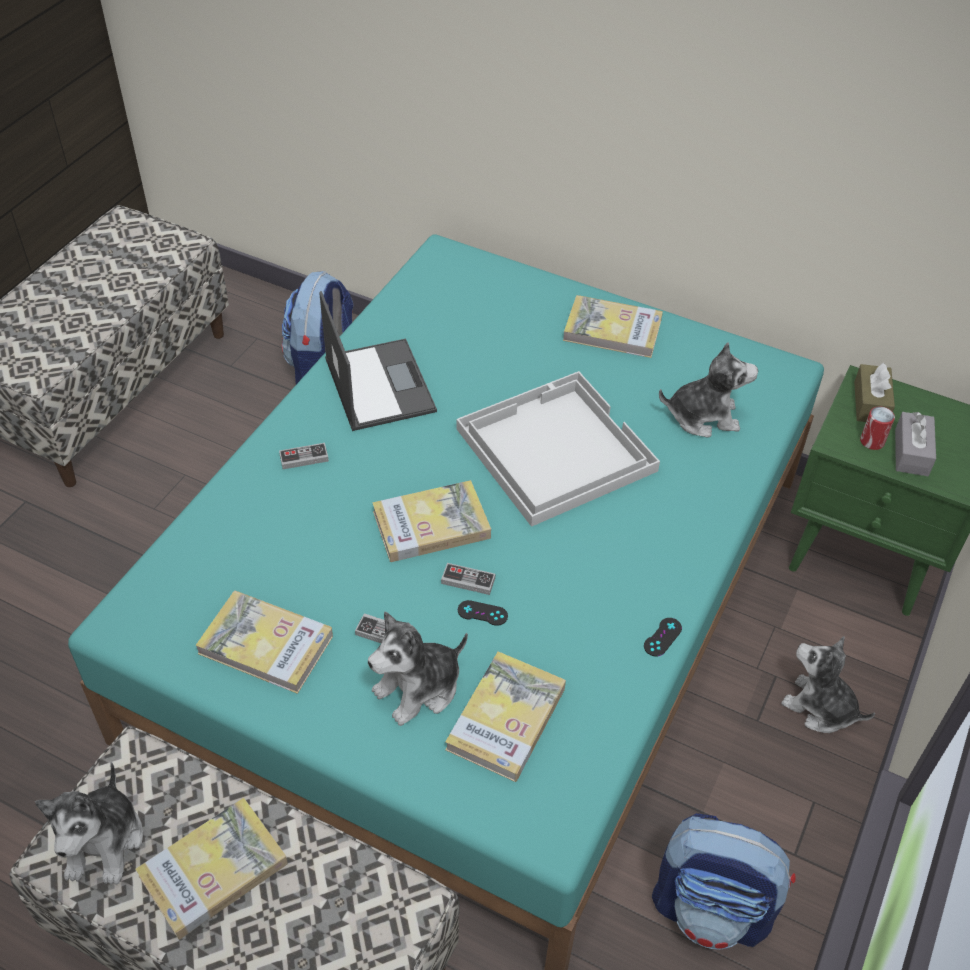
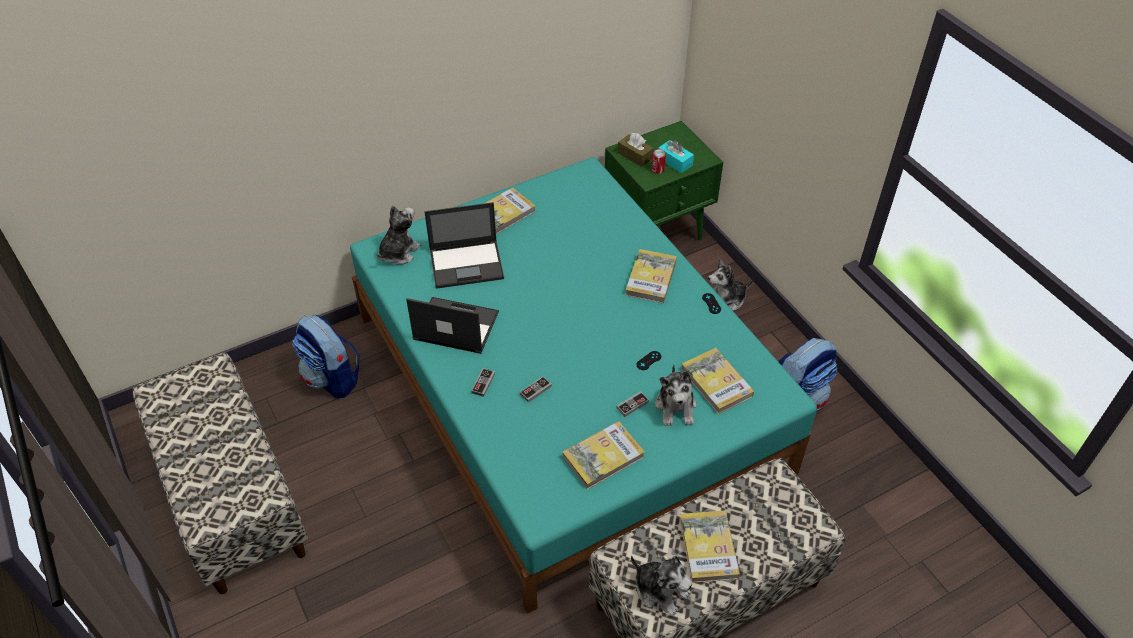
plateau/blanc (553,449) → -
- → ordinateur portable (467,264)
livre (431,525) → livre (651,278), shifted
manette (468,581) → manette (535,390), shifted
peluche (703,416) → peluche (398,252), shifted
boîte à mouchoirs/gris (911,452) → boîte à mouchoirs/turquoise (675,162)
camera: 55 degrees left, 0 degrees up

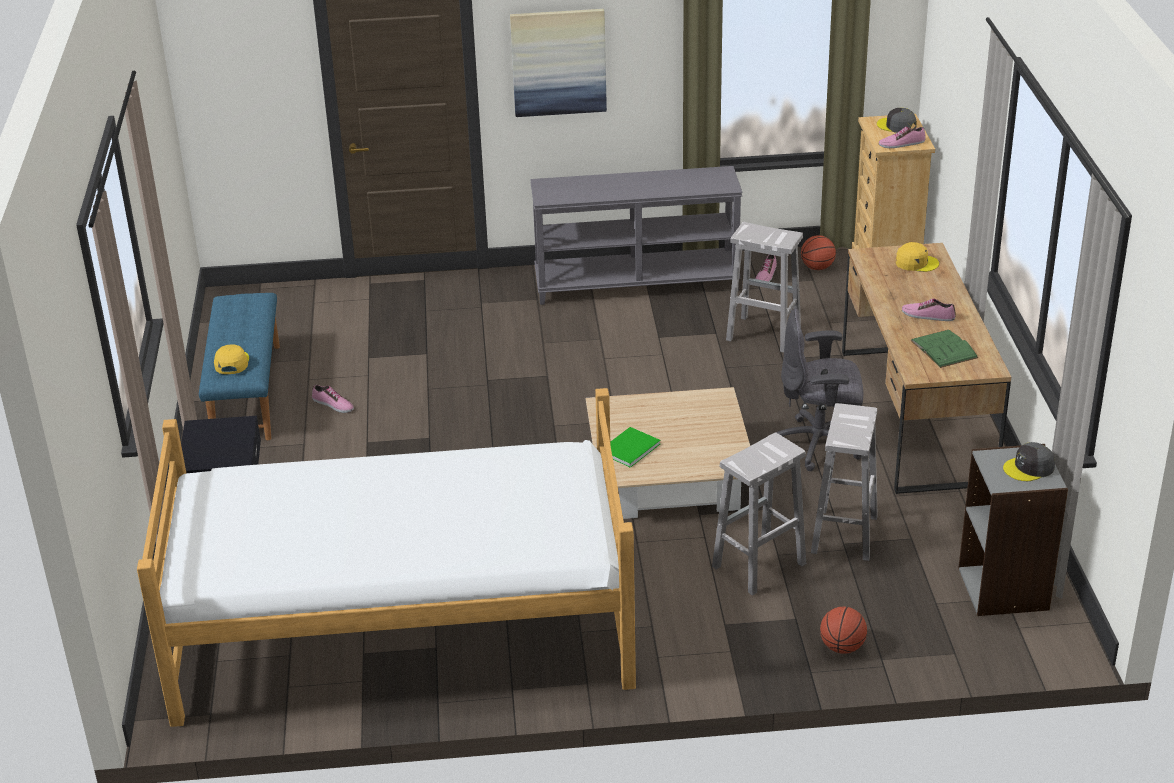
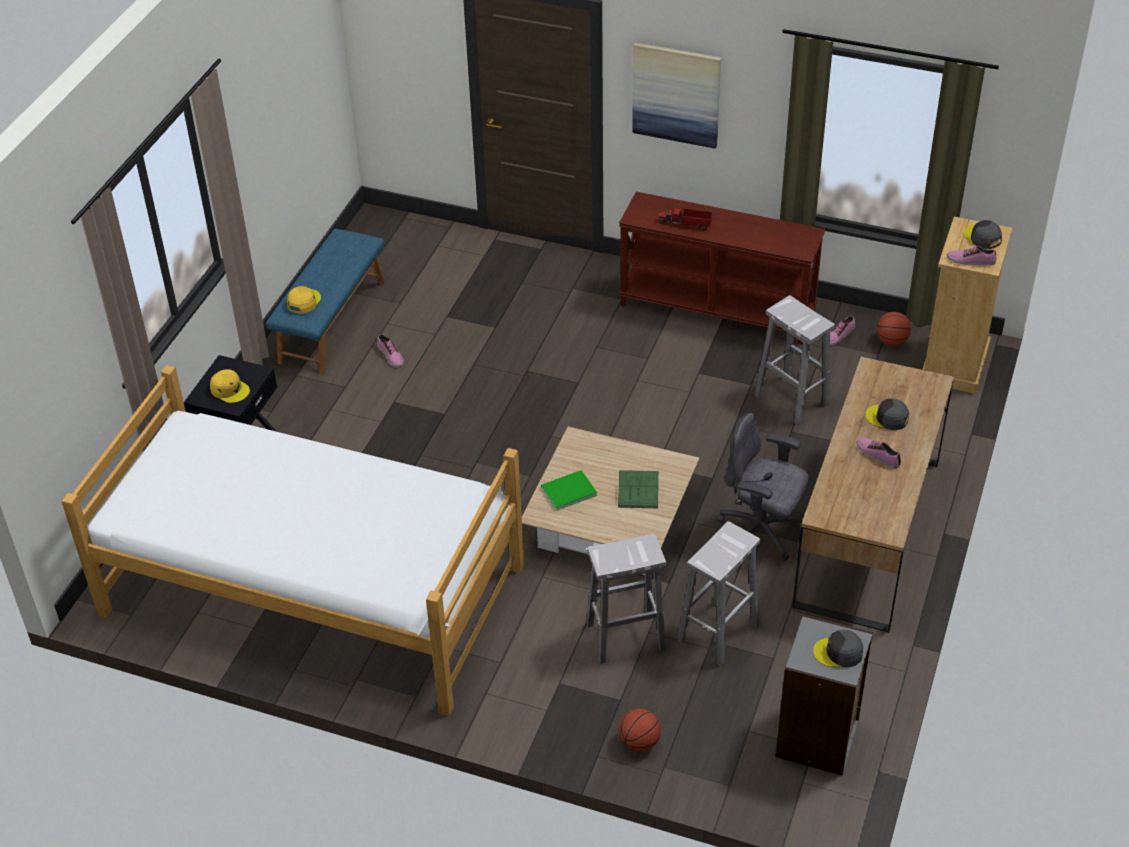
- → camion jouet (686,224)
- → casquette/gris (887,418)
casquette/jaune (916,263) → casquette/jaune (230,390), shifted
livre/vert (944,349) → livre/vert (638,489), shifted
table console/gris (637,283) → table console/marron (718,308)
camera: 25 degrees right, 10 degrees up

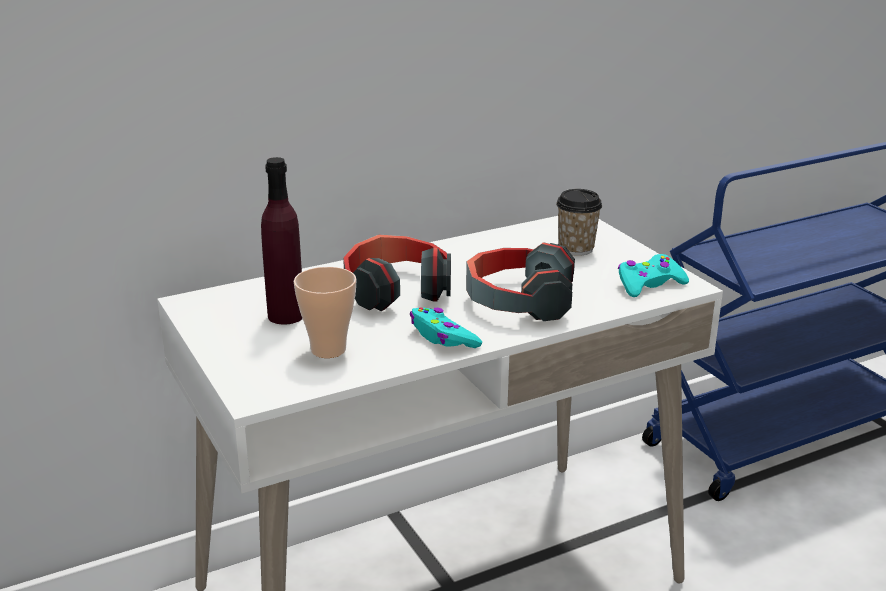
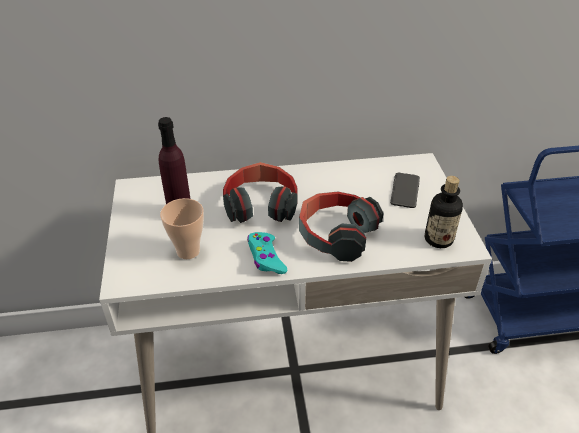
tasse (576,248) → téléphone (405,191)
manette/turquoise (649,284) → bouteille (438,239)
camera: 20 degrees right, 15 degrees up

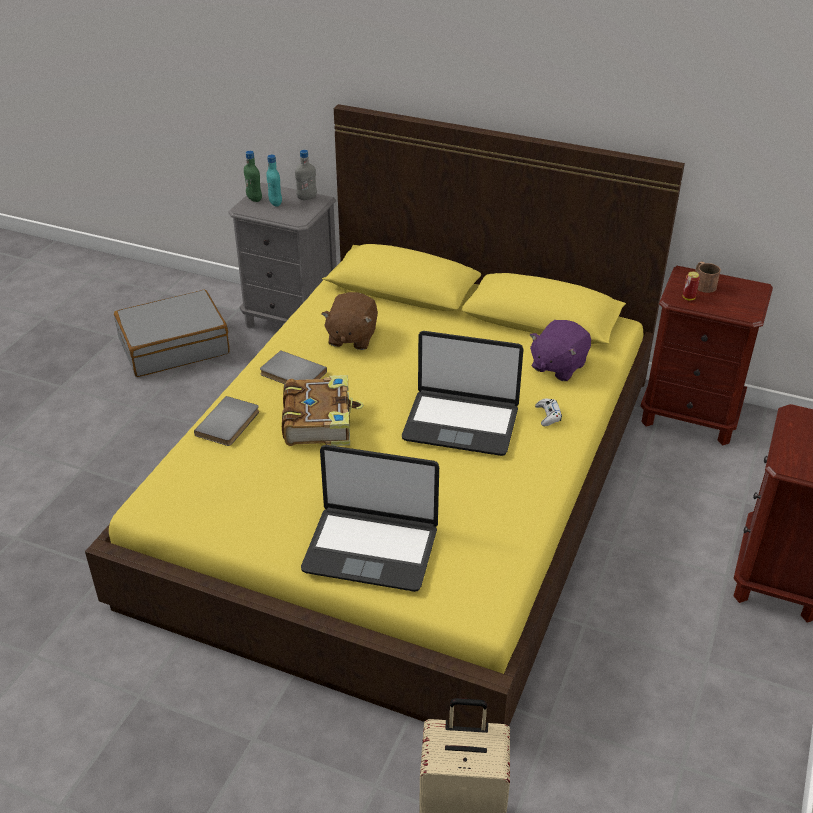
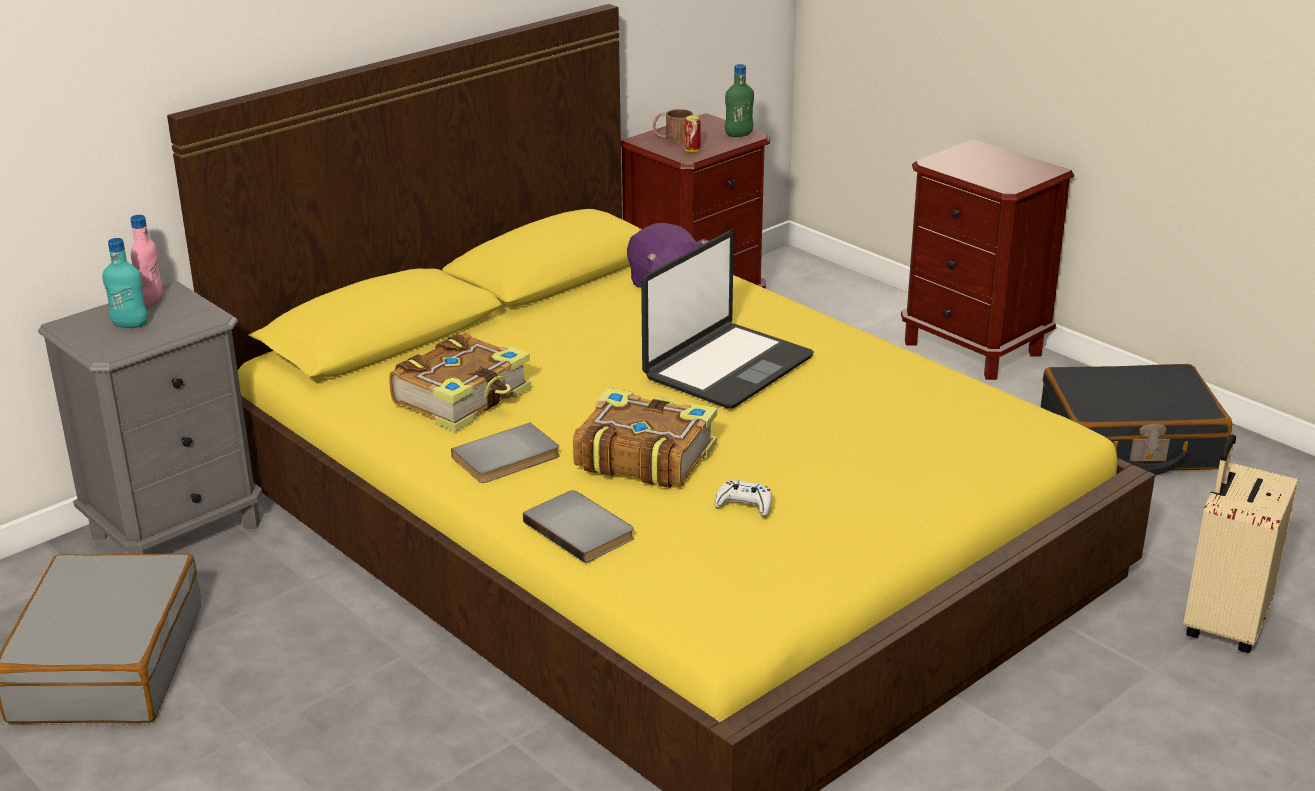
ordinateur portable (371,548) → -
- → valise/noir (1129,442)
bouteille/vert (254,199) → bouteille/vert (738,134), shifted
manette/blanc (548,415) → manette/blanc (744,504), shifted
peluche/marron (351,337) → livre (464,398)
bouteille/gris (307,198) → bouteille/rose (151,299)
camera: 65 degrees left, 10 degrees down

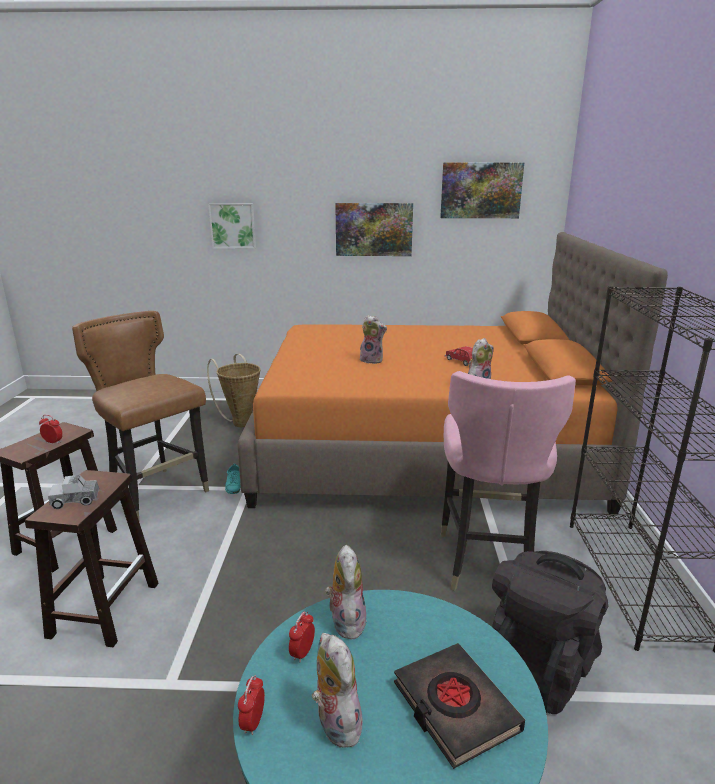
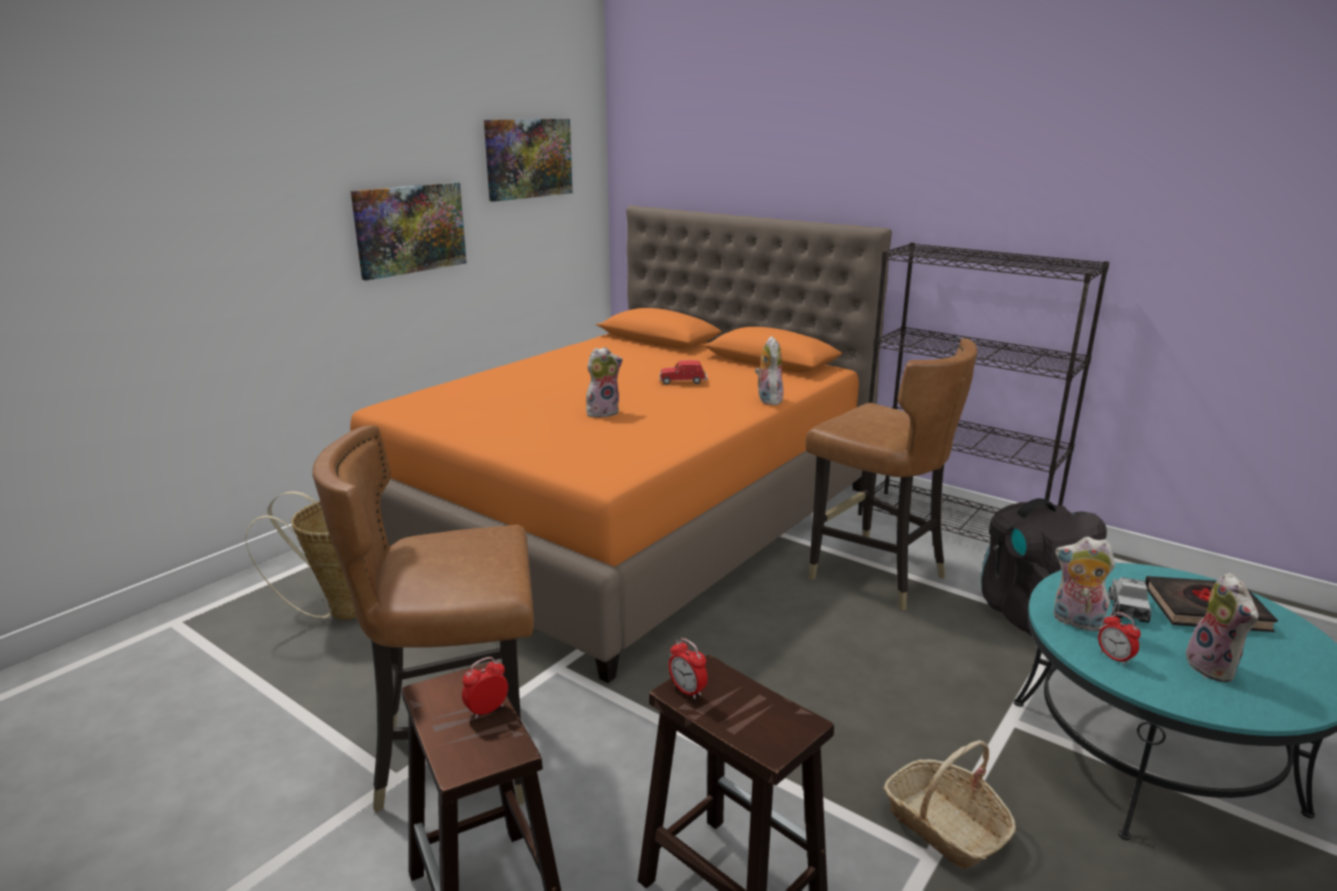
tableau (233,225) → -
chaussure/turquoise (234,485) → -
- → panier (945,826)
camion jouet (76,500) → camion jouet (1127,609), shifted
réveil (253,722) → réveil (687,690), shifted
chaise/rose (487,562) → chaise/marron (876,574)
peluche (335,723) → peluche (1214,668), 105 degrees counterclockwise
camera: 55 degrees left, 0 degrees up

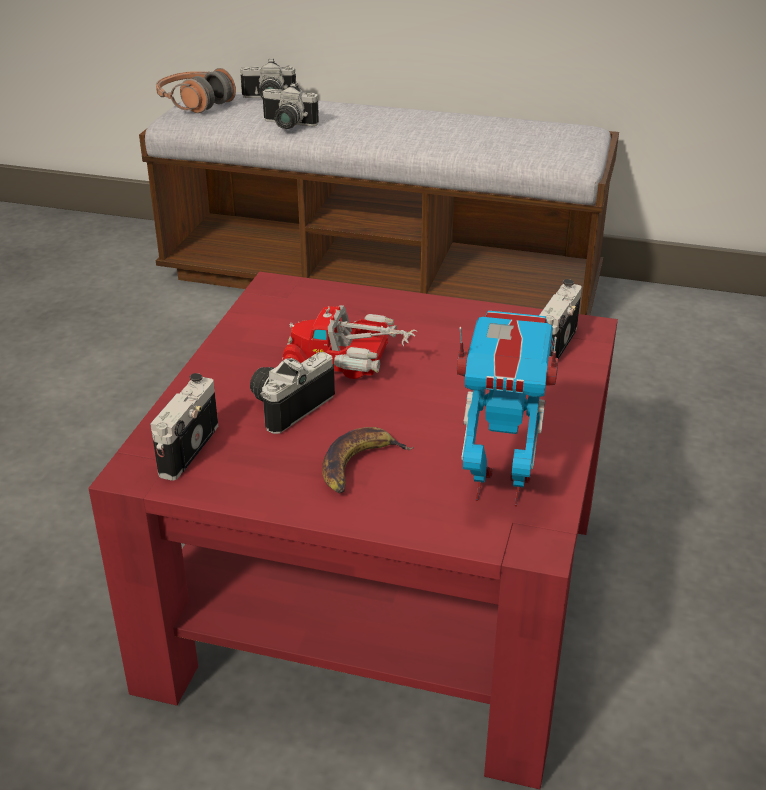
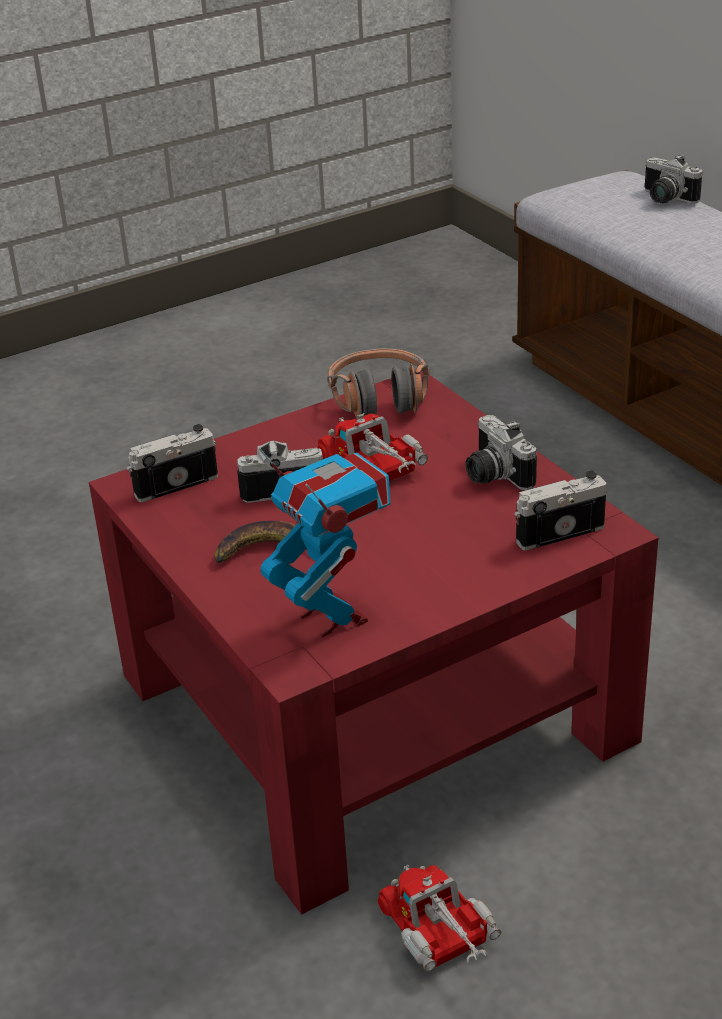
- → camion jouet (442,937)
casque audio (196,103) → casque audio (380,398), shifted
appareil photo (287,125) → appareil photo (493,475), shifted
camera: 45 degrees right, 0 degrees up

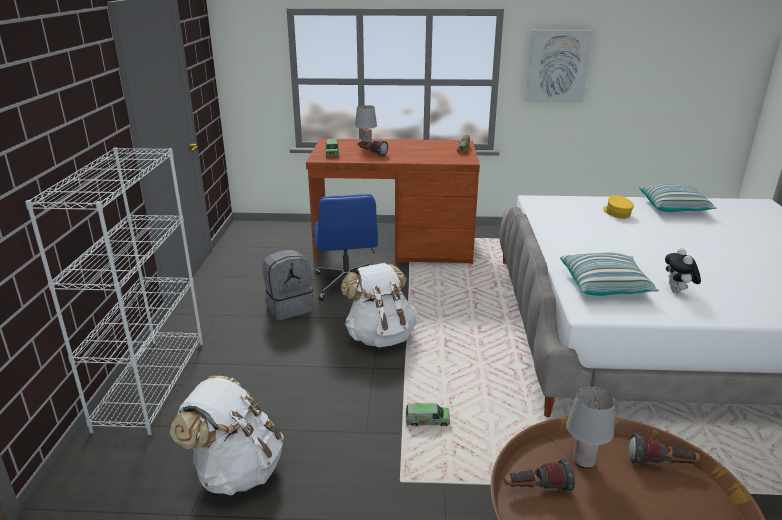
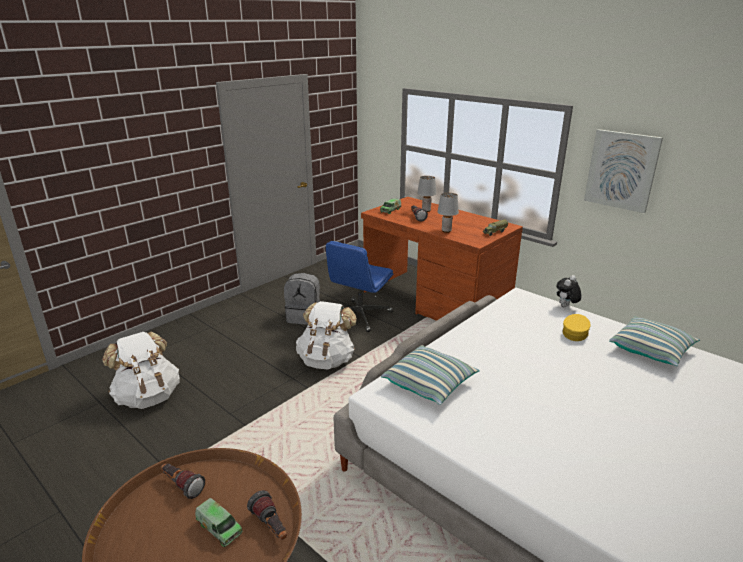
bibliothèque/blanc (152,383) → -
camion jouet (427,421) → camion jouet (219,528), shifted
lampe de table/gris (583,461) → lampe de table/gris (446,231), shifted
peluche (678,292) → peluche (565,307), shifted
camera: 40 degrees right, 0 degrees up

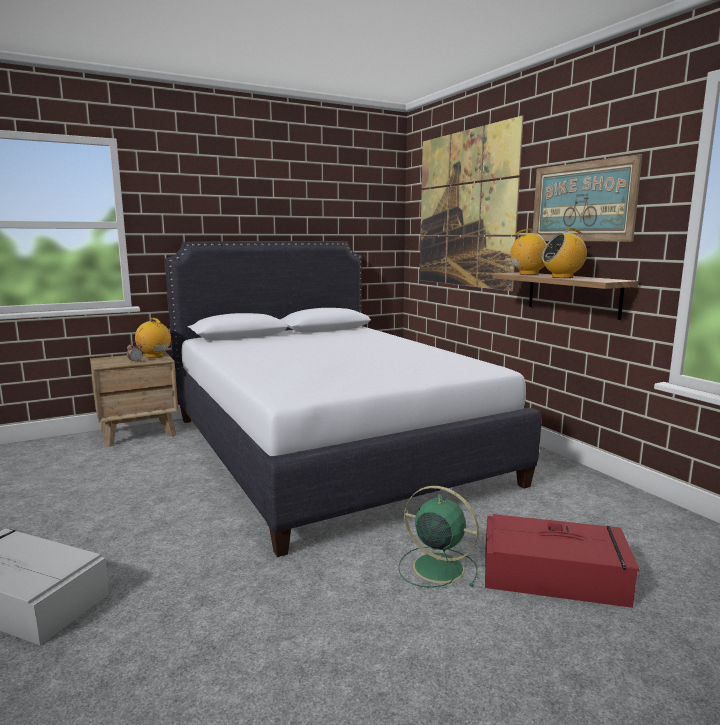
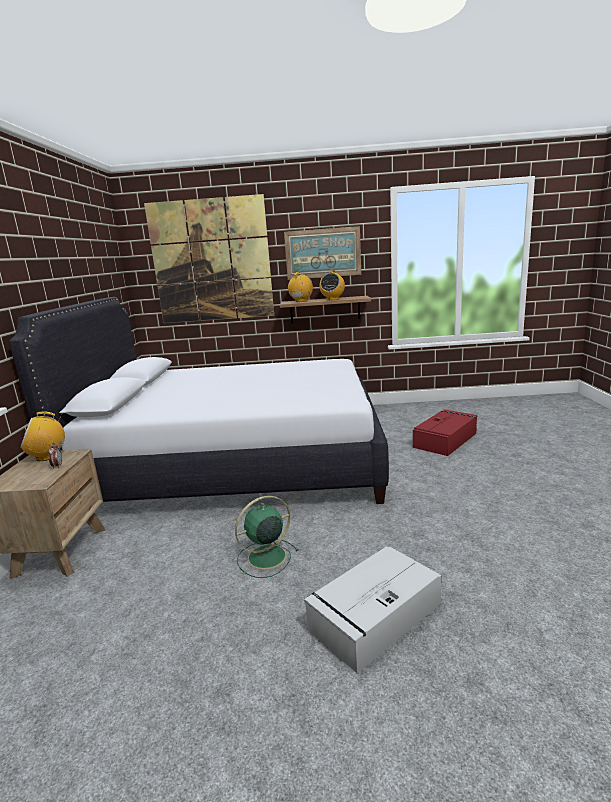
ventilateur/vert (436,567) → ventilateur/vert (265,557), shifted
camera: 60 degrees left, 5 degrees up

